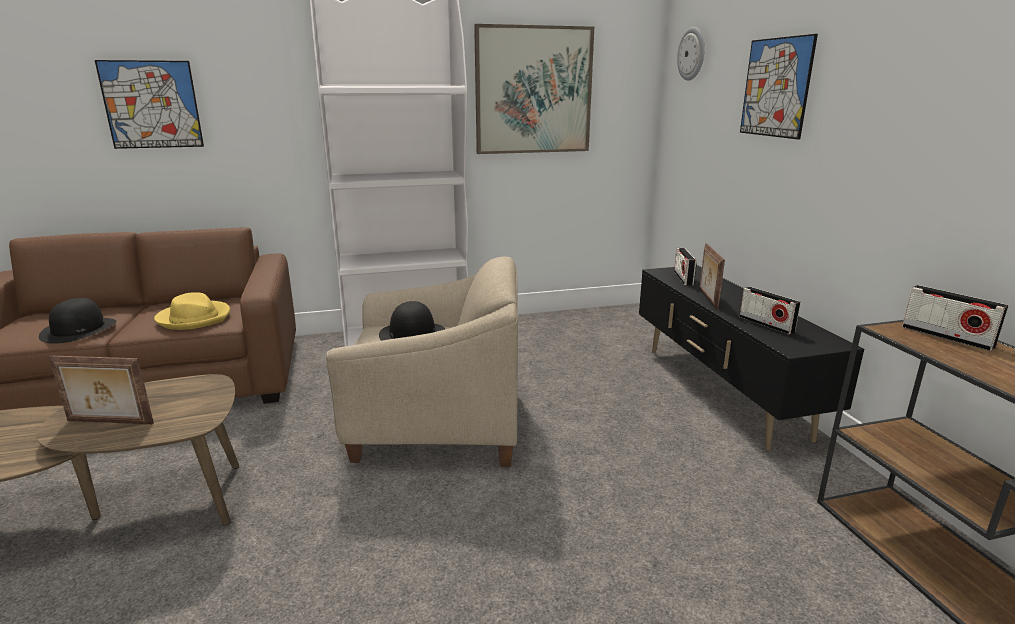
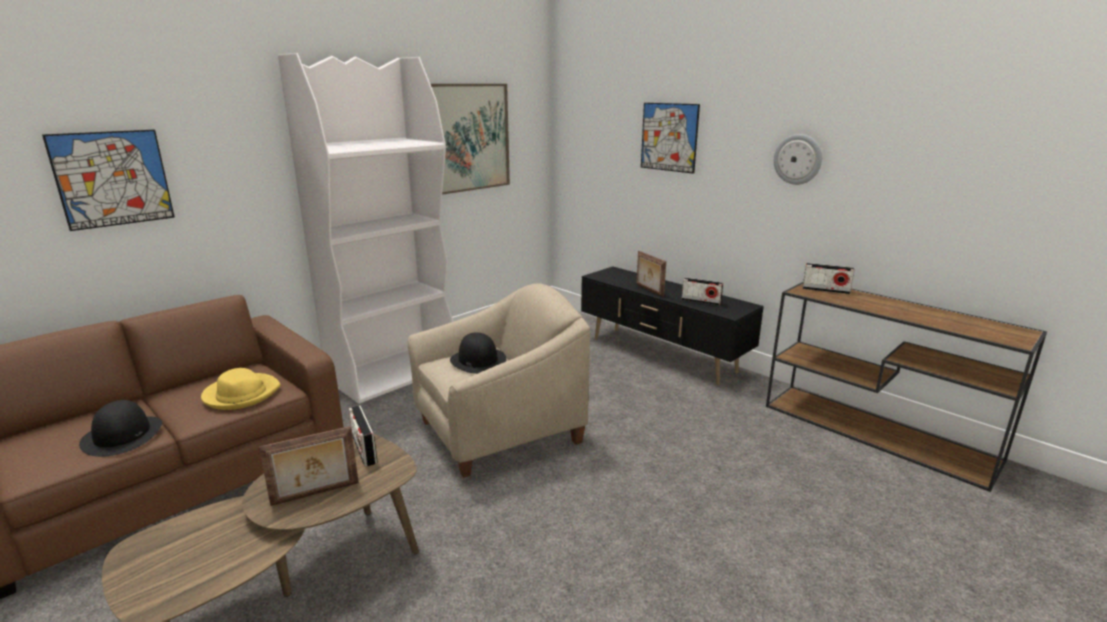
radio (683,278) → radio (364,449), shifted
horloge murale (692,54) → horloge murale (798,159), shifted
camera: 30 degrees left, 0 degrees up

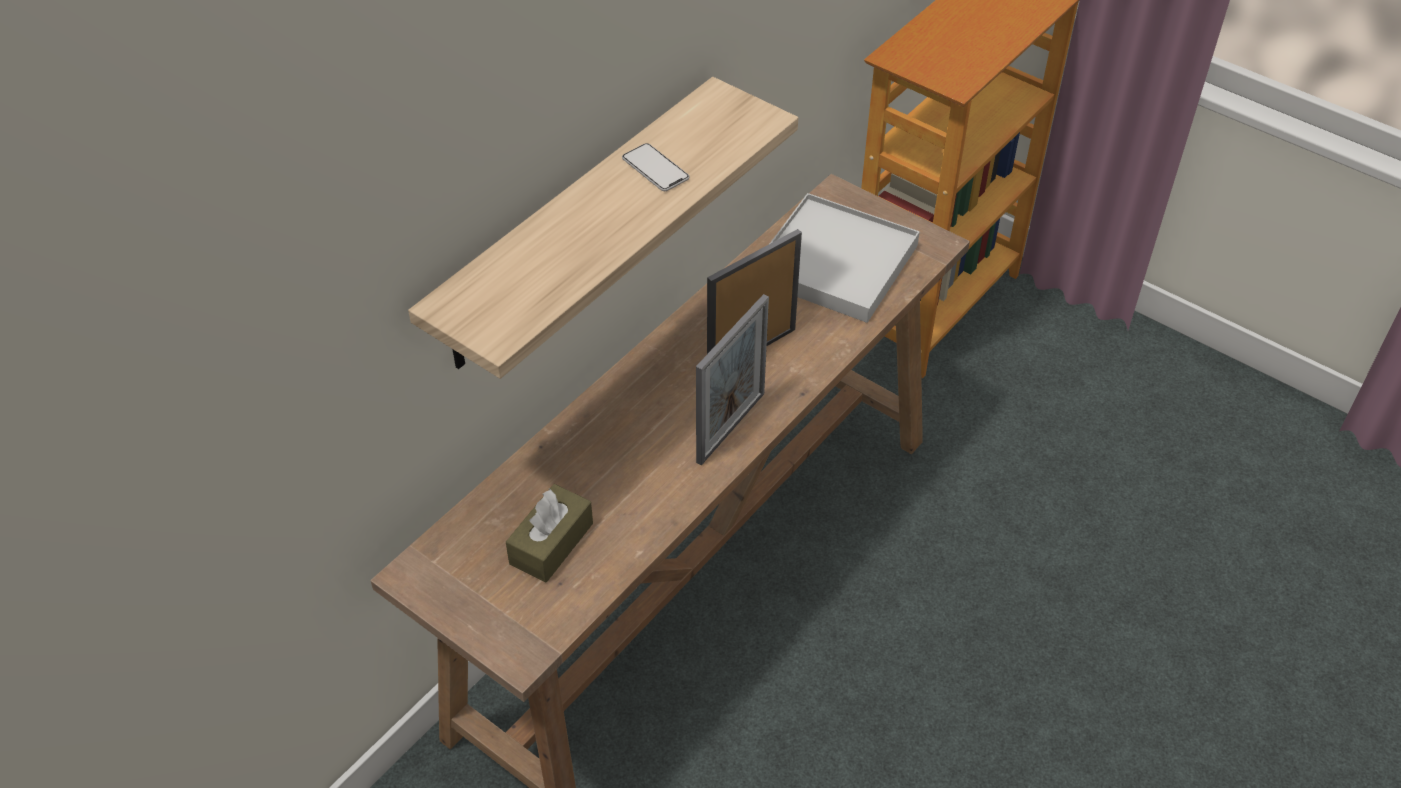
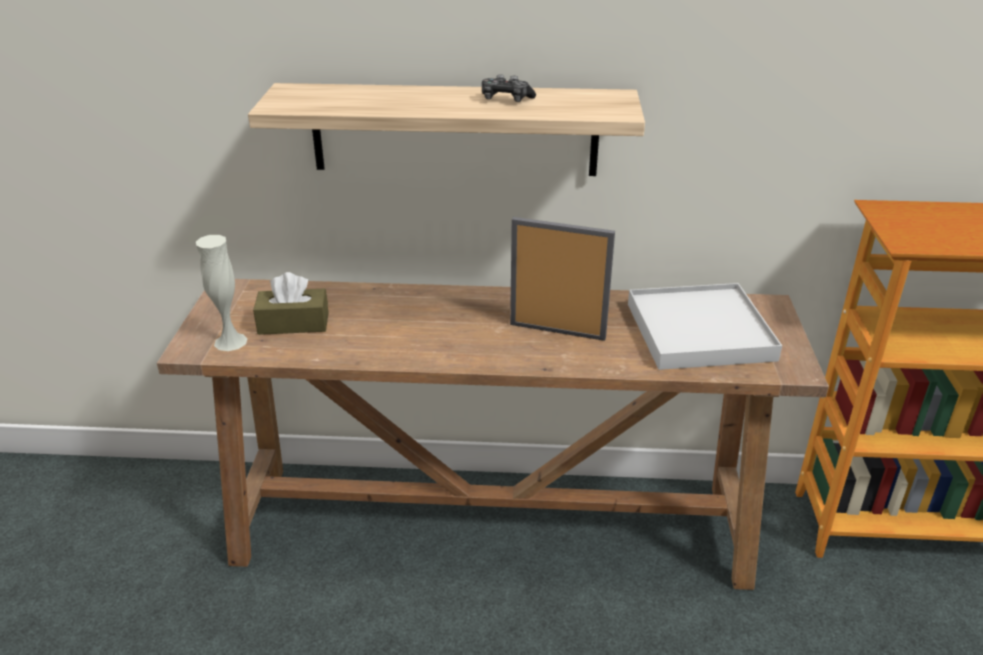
cadre photo (731,427) → -
- → vase/blanc (230,341)
téléphone (655,169) → manette (506,99)
camera: 55 degrees right, 15 degrees down

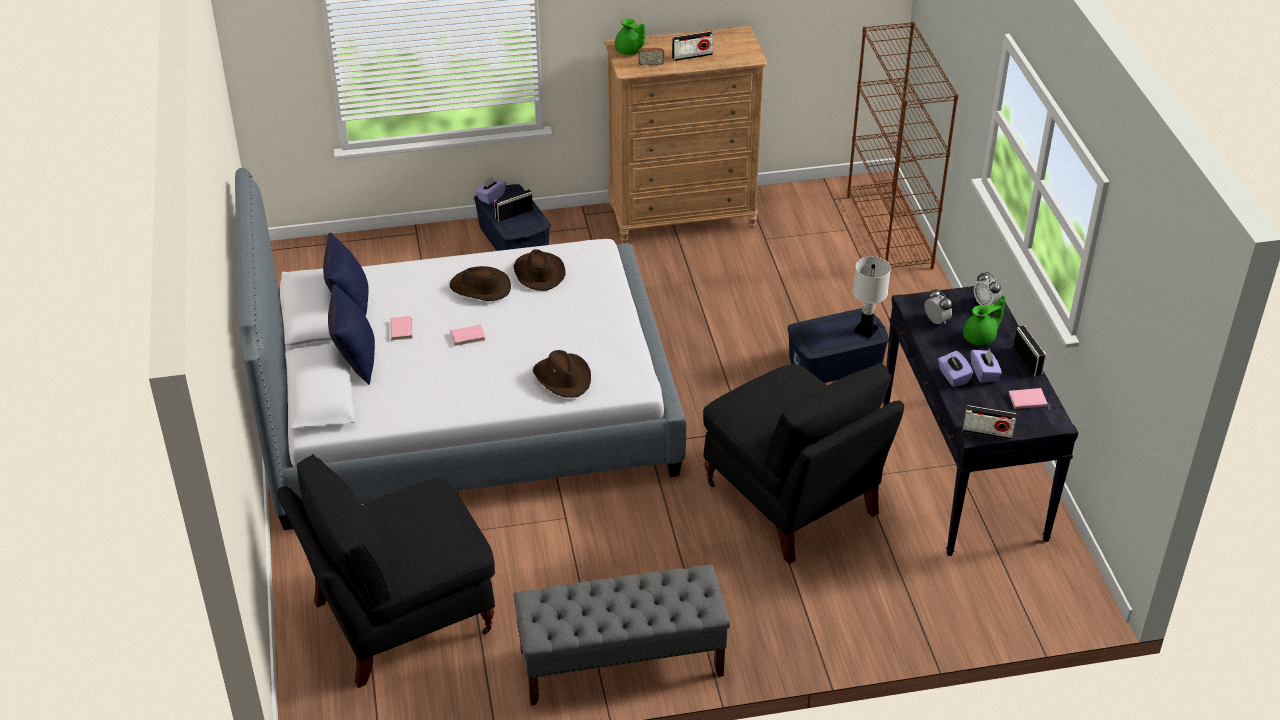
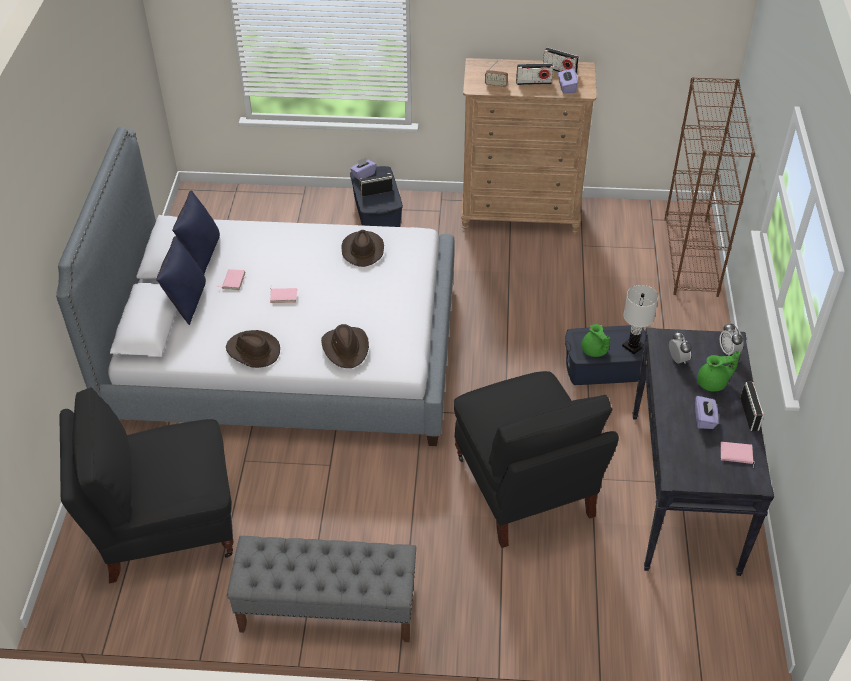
chapeau/marron (480,288) → chapeau/marron (253,351), shifted
théière/vert (630,51) → théière/vert (594,351), shifted
boîte à mouchoirs/violet (953,377) → boîte à mouchoirs/violet (566,87), shifted
radio (987,432) → radio (559,70), shifted
camera: 15 degrees right, 5 degrees up

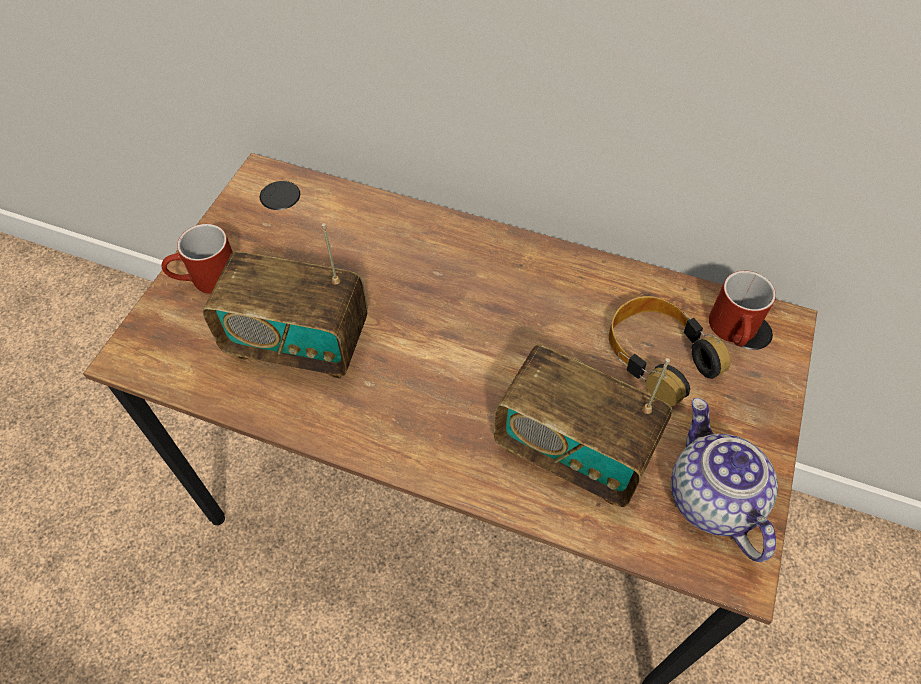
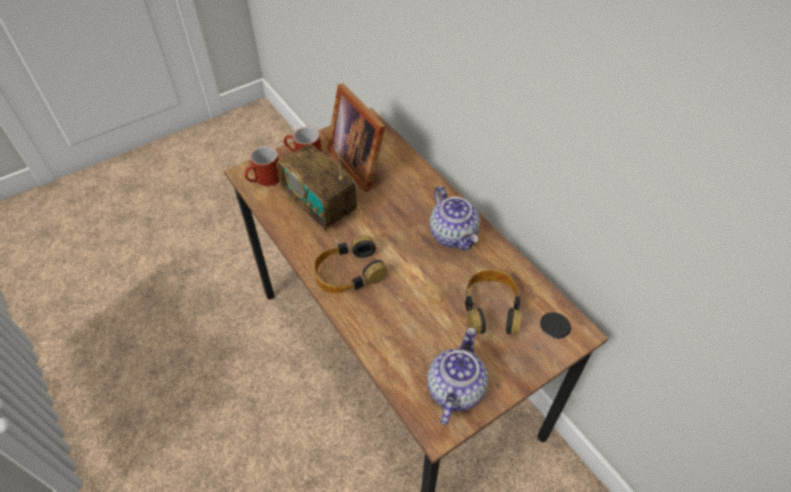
radio (572,451) → -
- → casque audio (348,272)
- → cadre photo (359,161)
- → théière (454,235)
mug/rouge (734,332) → mug/rouge (265,180), shifted
camera: 35 degrees right, 5 degrees down

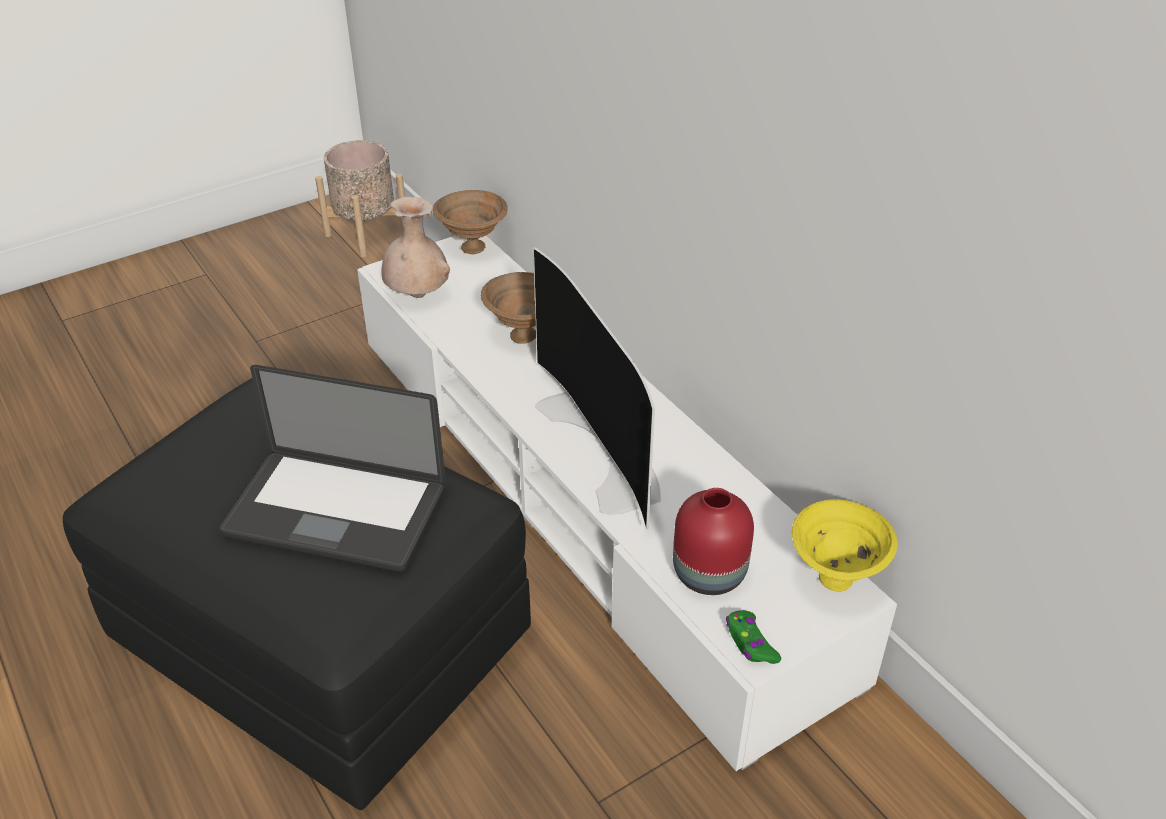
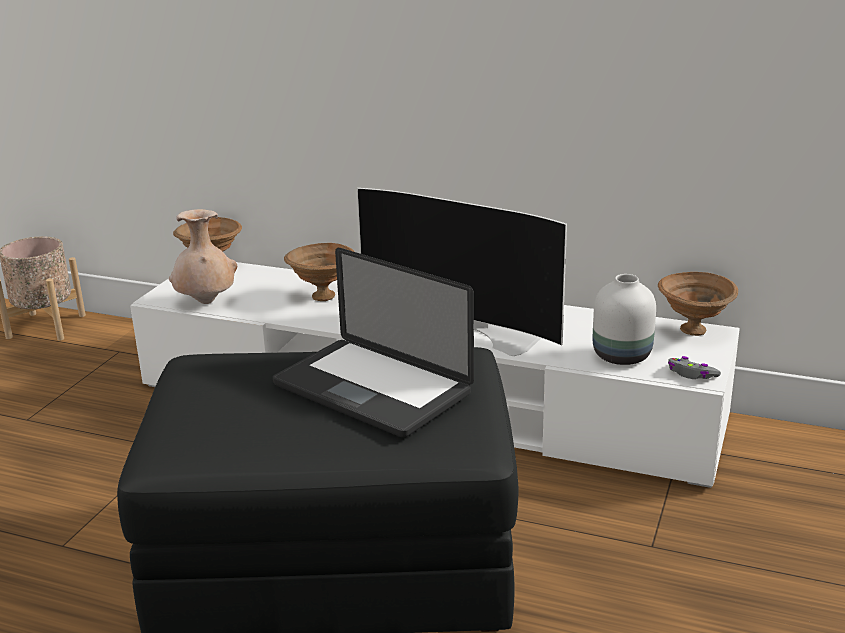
vase/rouge (707,573) → vase/blanc (620,356)
manette/vert (750,643) → manette/gris (691,374)
bol/jaune (835,581) → bol/marron (694,331)
ordinateur portable (336,513) → ordinateur portable (372,389), 60 degrees clockwise
camera: 35 degrees left, 15 degrees down

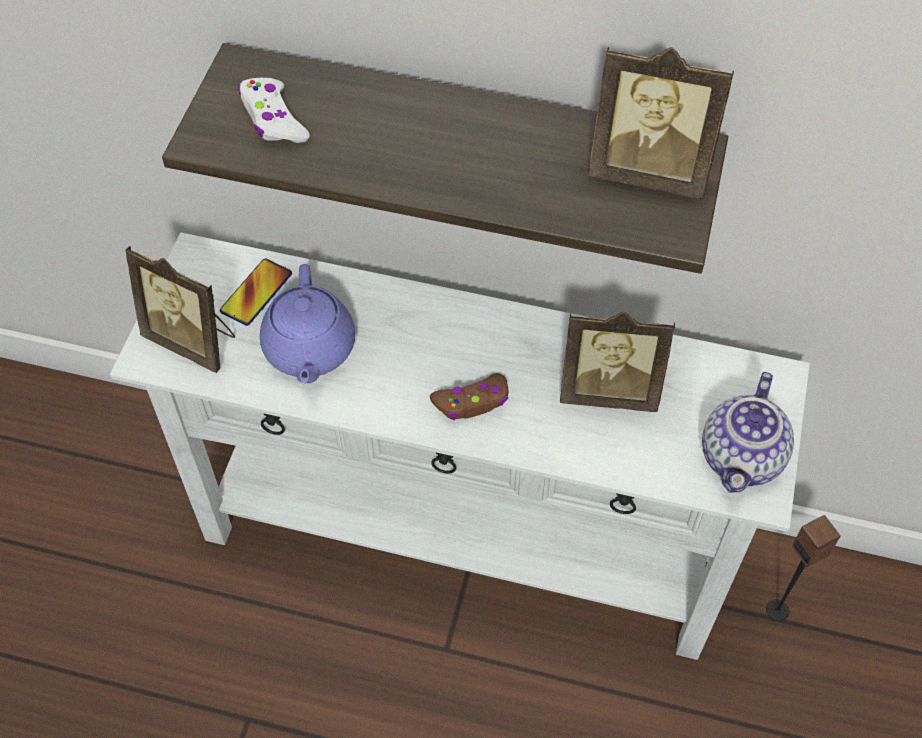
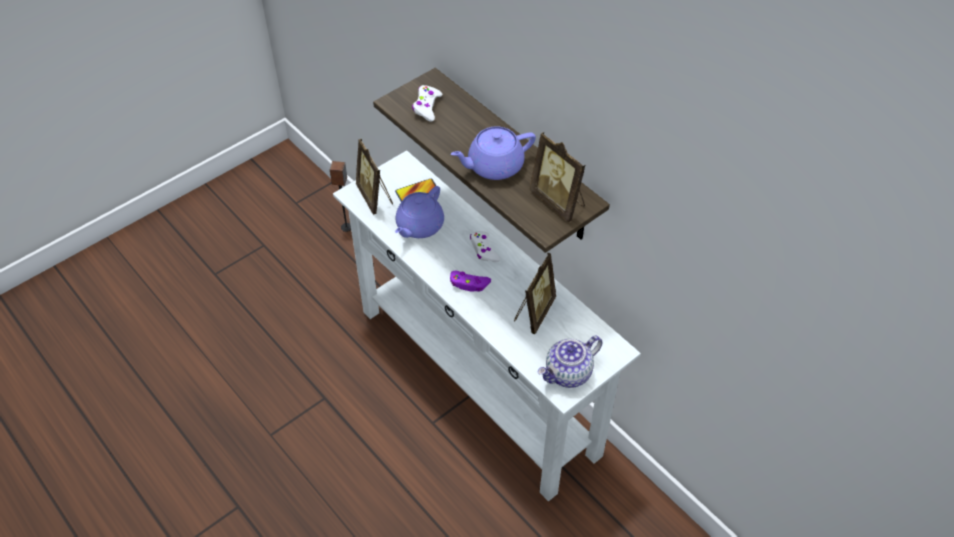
- → théière/violet (494,166)
- → manette/blanc (484,250)
enceinte (778,610) → enceinte (346,227), shifted
manette/marron (472,402) → manette/violet (469,284)
cadre photo (609,390) → cadre photo (533,312), 105 degrees counterclockwise
camera: 35 degrees right, 5 degrees down

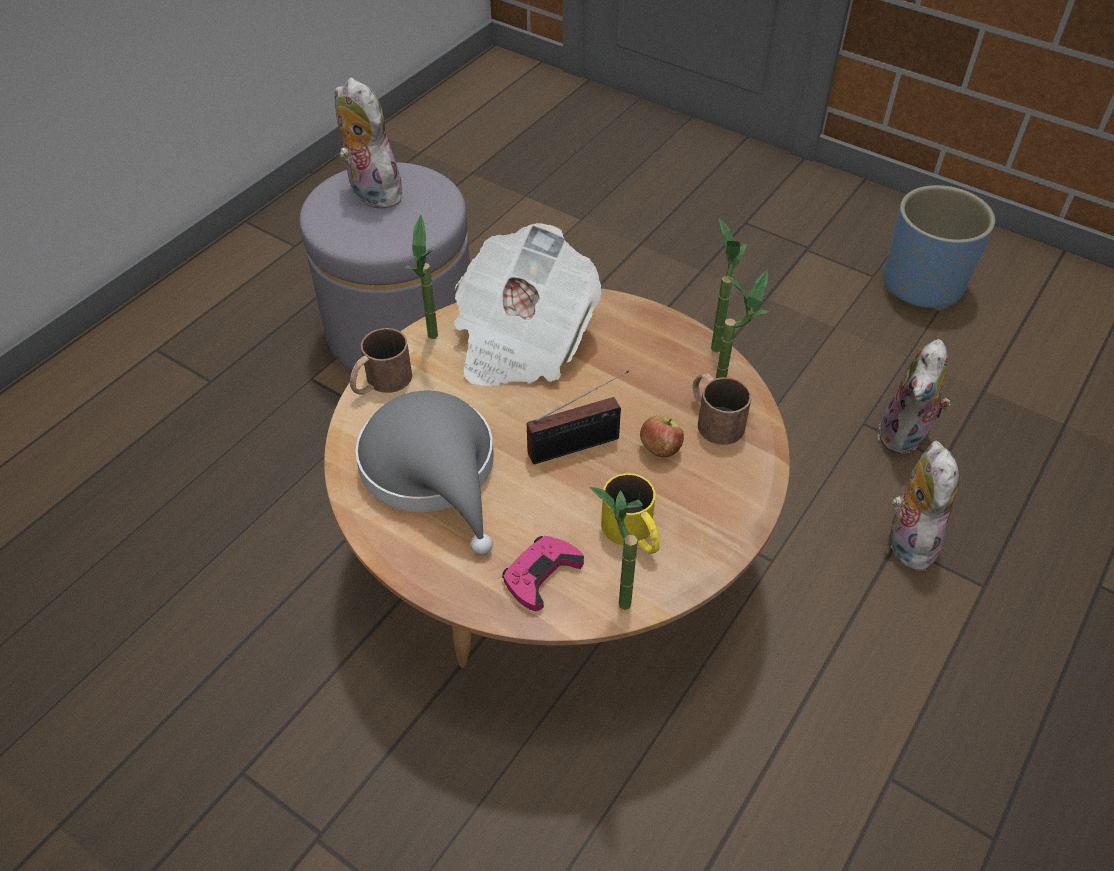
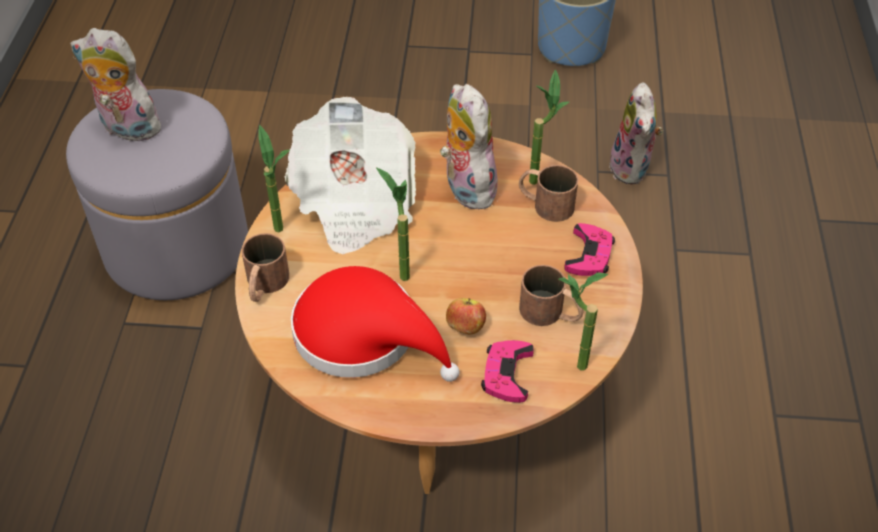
radio (579,445) → -
- → manette/rose (589,255)
pomme (660,449) → pomme (465,327), shifted
plante en pot (714,341) → plante en pot (399,270), shifted
peluche (907,540) → peluche (465,187), shifted
chapeau/gris (433,471) → chapeau/rouge (365,335)
mug/jaune (633,534) → mug/marron (551,313)
camera: 30 degrees left, 0 degrees up

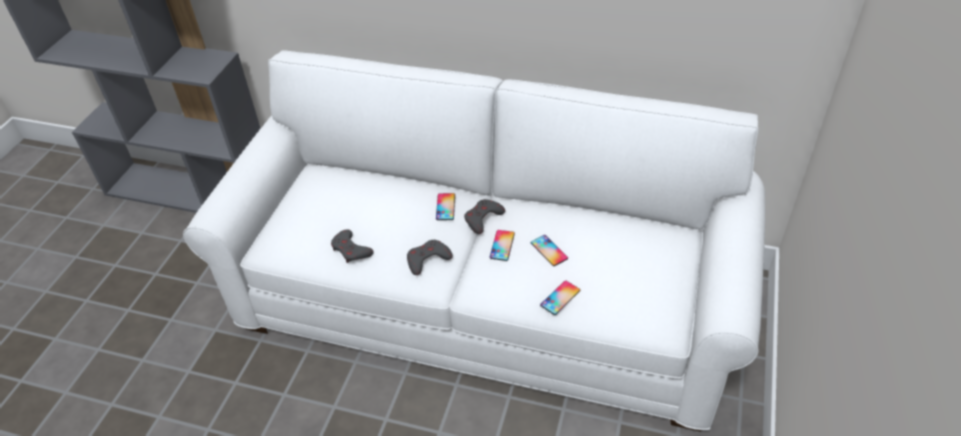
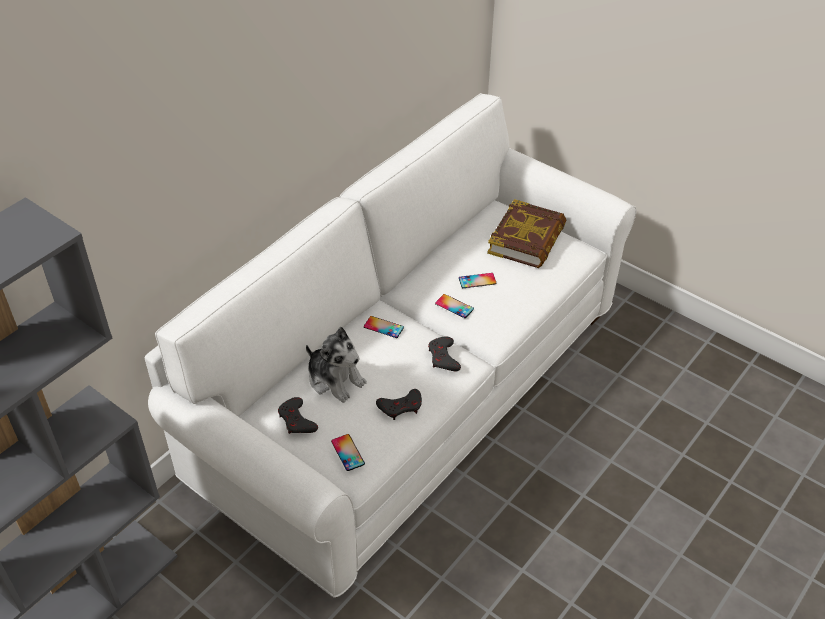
- → peluche (335,379)
- → livre (527,239)
manette/gris (483,218) → manette/gris (297,420), shifted
téléphone (560,298) → téléphone (347,452), shifted
camera: 70 degrees left, 0 degrees up

